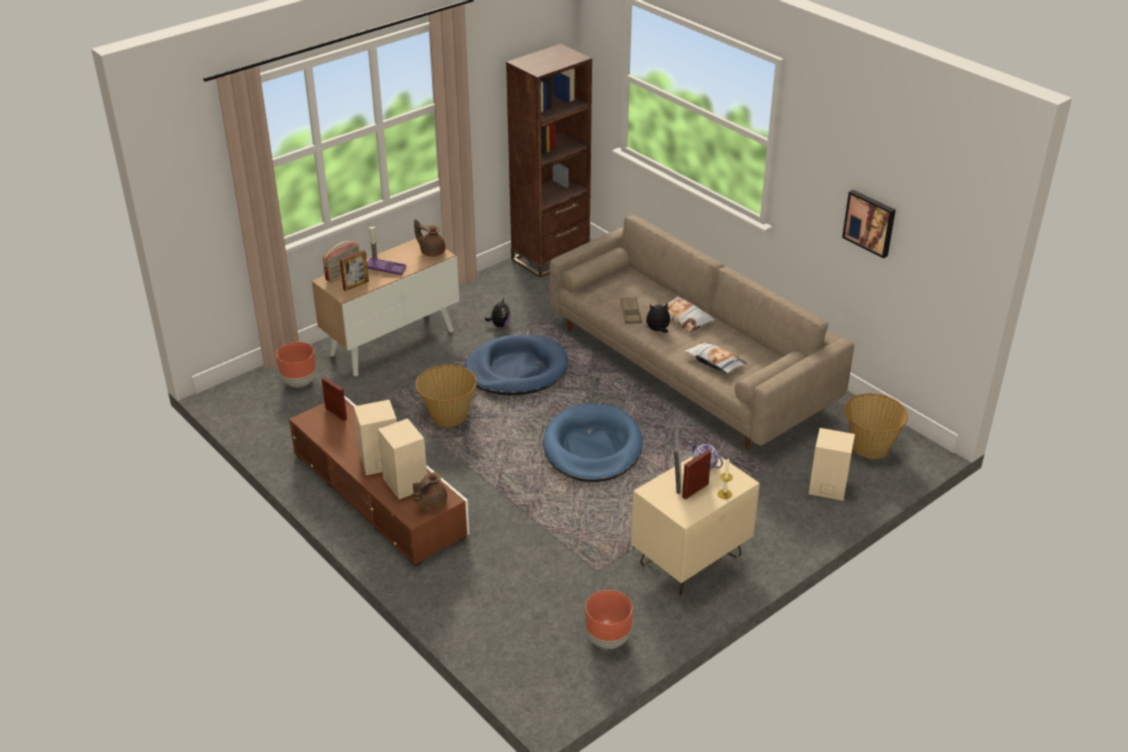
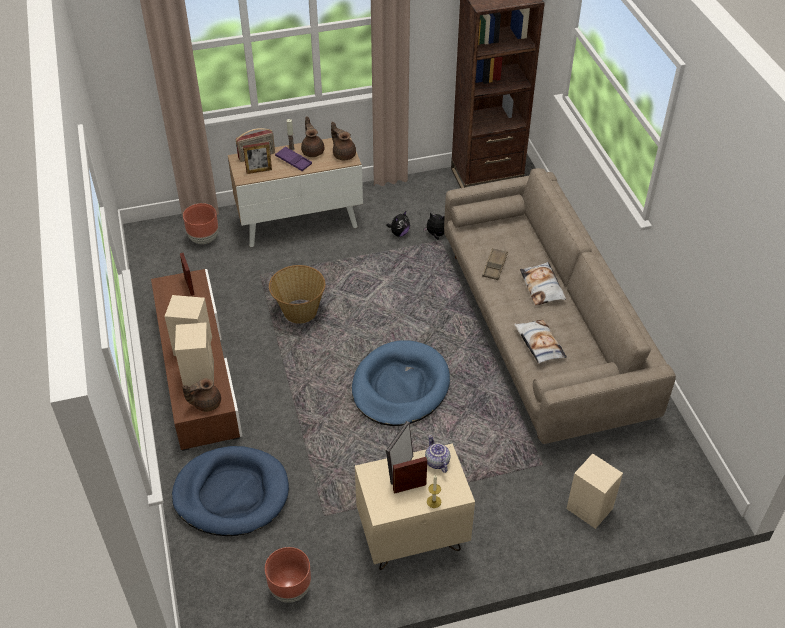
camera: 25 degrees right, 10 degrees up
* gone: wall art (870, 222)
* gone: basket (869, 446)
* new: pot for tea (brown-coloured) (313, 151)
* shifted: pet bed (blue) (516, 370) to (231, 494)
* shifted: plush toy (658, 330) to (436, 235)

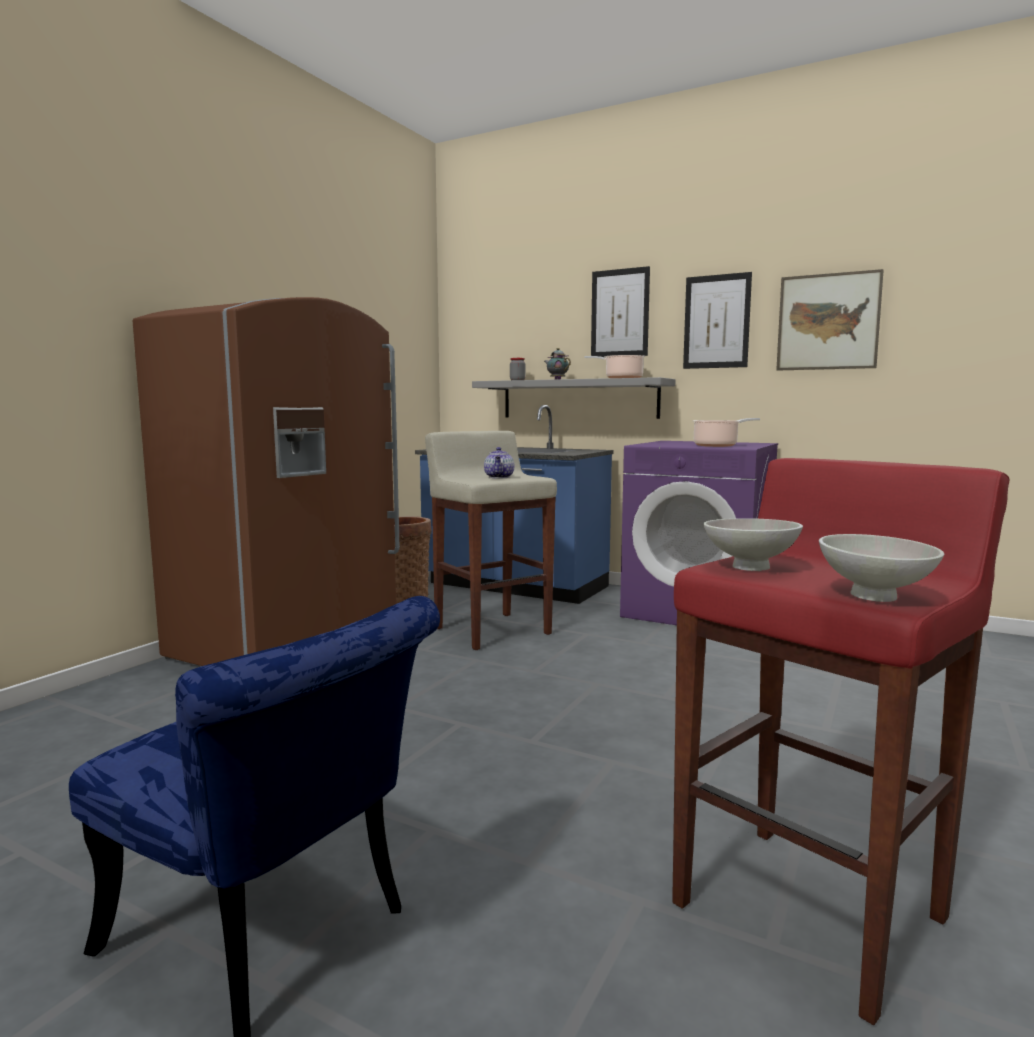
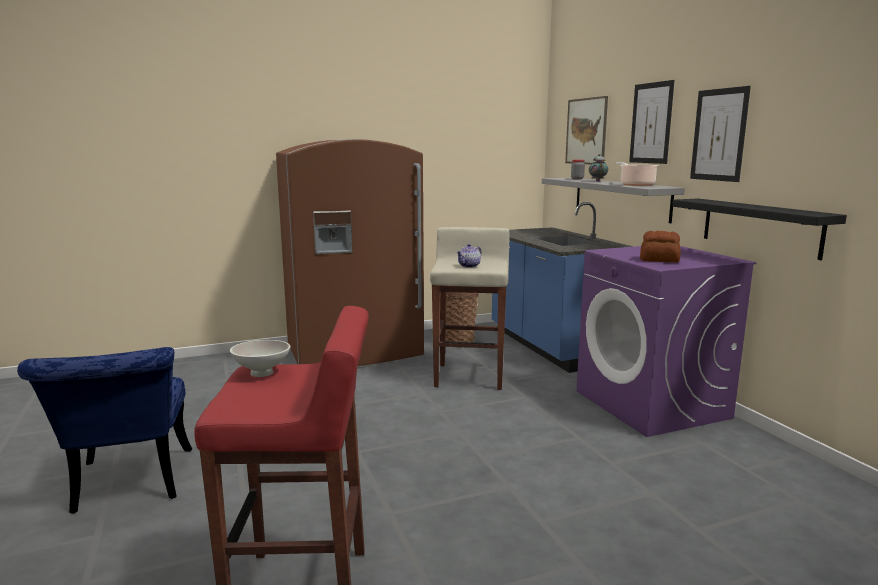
camera: 40 degrees right, 5 degrees up
* gone: bowl (whitish) (877, 596)
* new: wall shelf (black-coloured) (760, 227)
* shifted: wall art (828, 322) to (586, 131)
* swapped: saucepot (718, 445) to baked bread (659, 260)

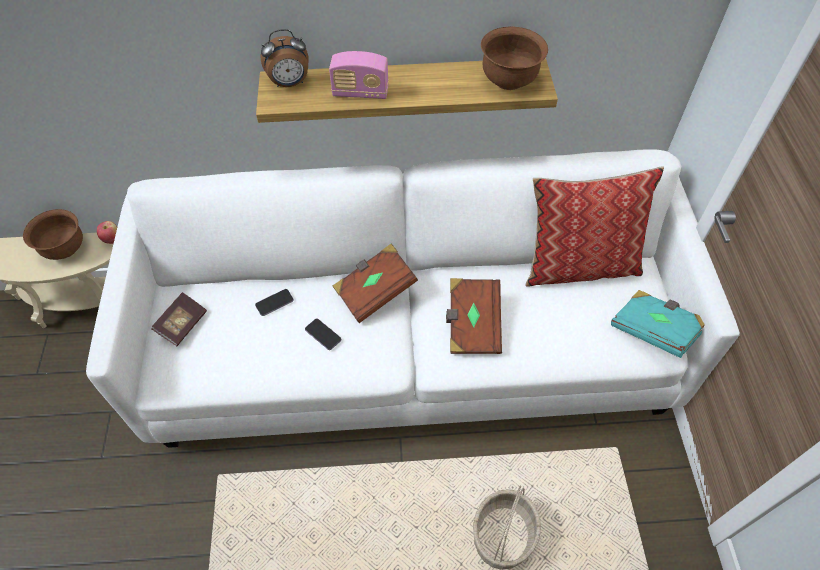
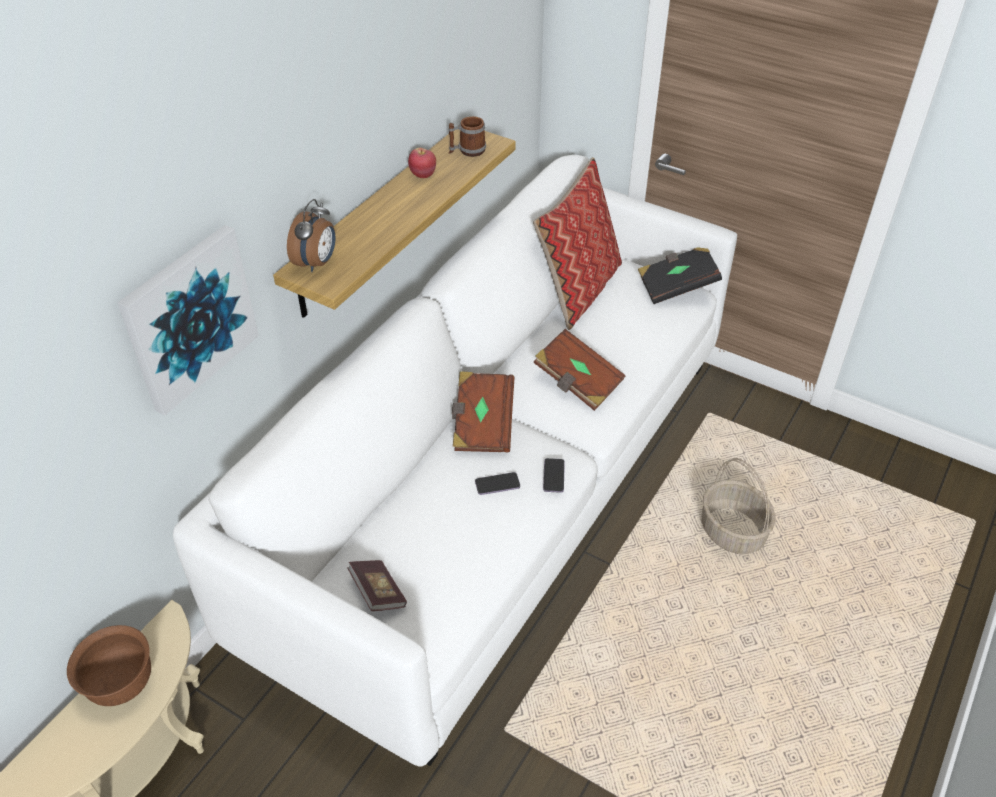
camera: 55 degrees left, 10 degrees down
* gone: radio receiver (360, 92)
* new: wall art (189, 318)
* shifted: apple fruit (112, 239) to (423, 175)
* shifted: phone (274, 303) to (553, 476)
* swapped: bowl (brown-coloured) (509, 80) to coffee mug (467, 151)
* repainted: bound book (blue-green) (654, 330) to bound book (black-coloured) (677, 286)

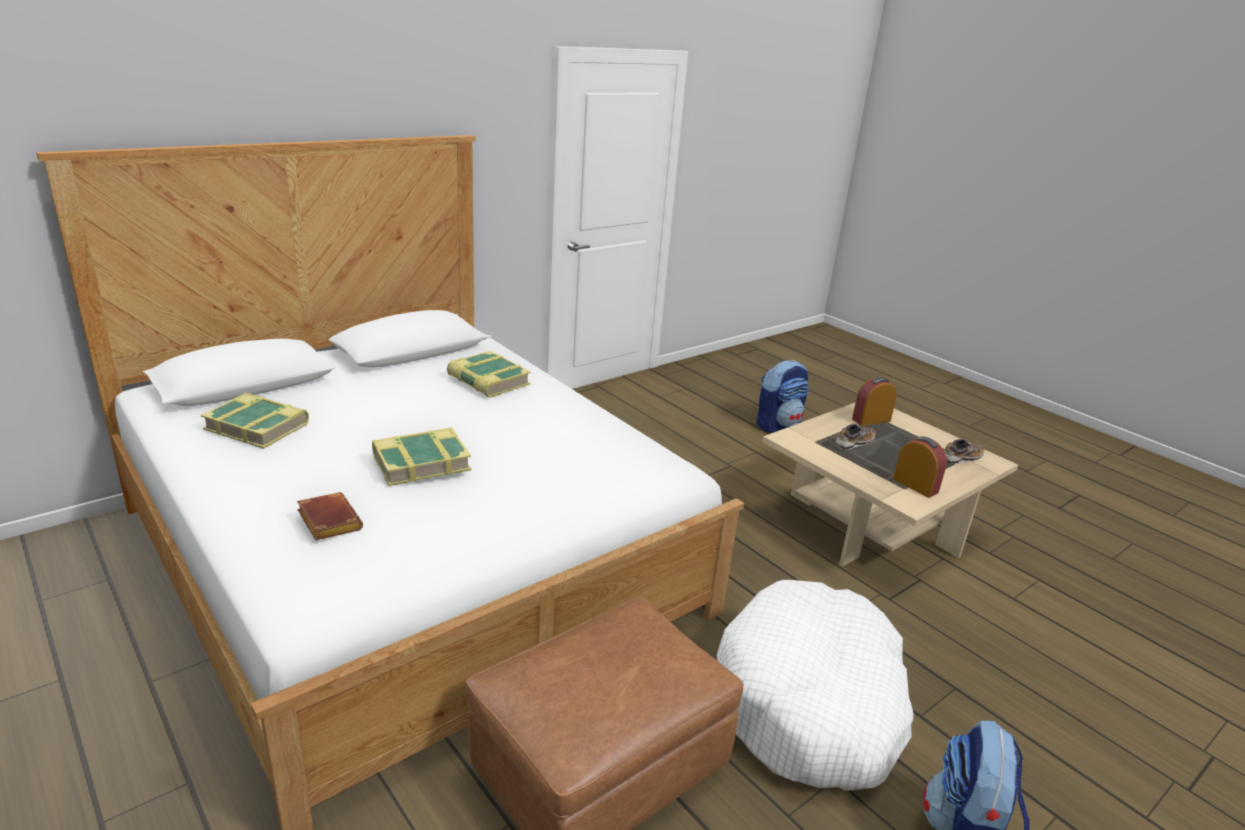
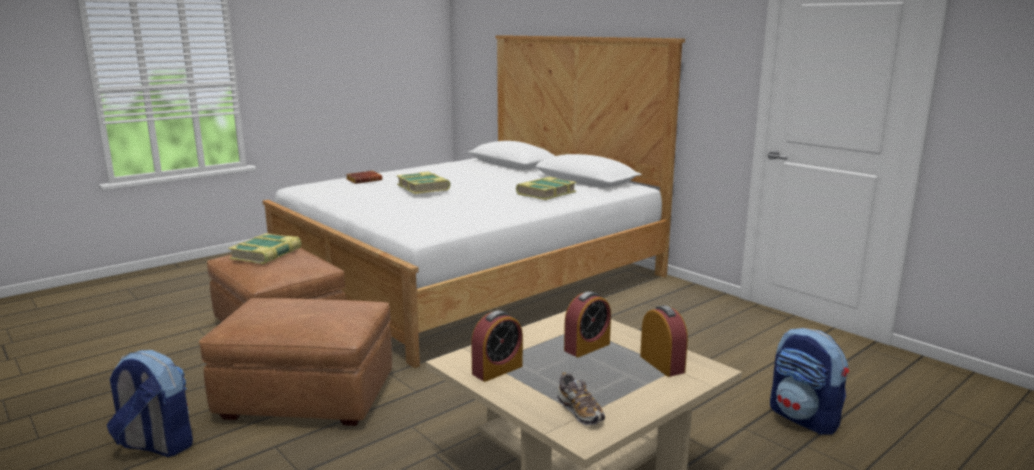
camera: 90 degrees right, 10 degrees down
* shifted: bound book (258, 427) to (267, 254)
* swapped: pet bed (whitish) (810, 702) to ottoman (brown-coloured) (307, 397)
* swapped: low shoe (854, 443) to alarm clock (587, 347)

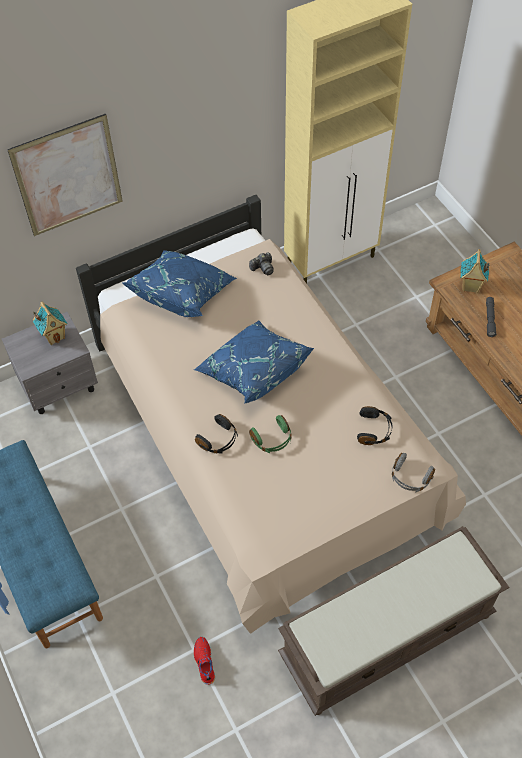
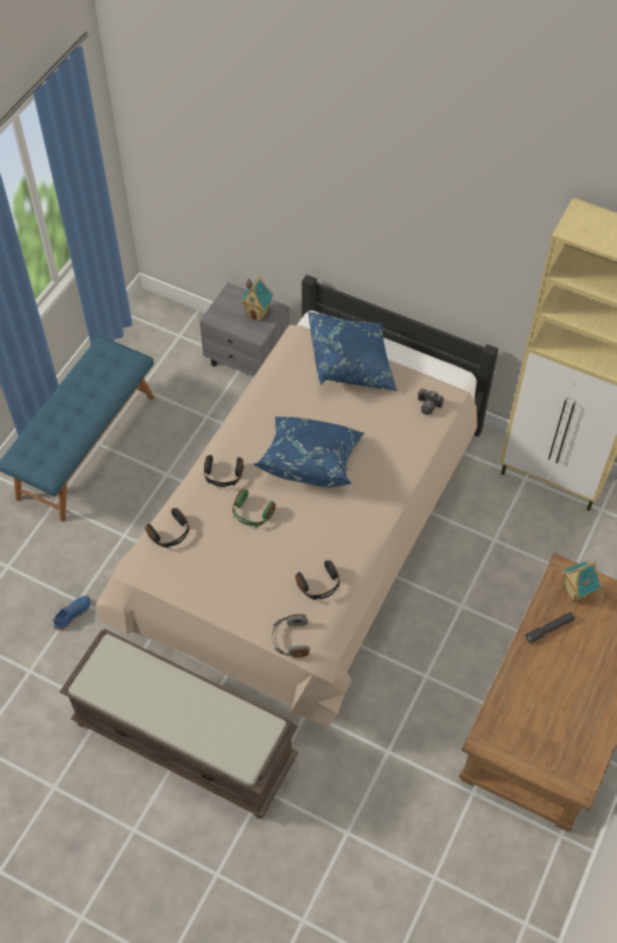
camera: 55 degrees right, 0 degrees up
* gone: wall art (68, 176)
* new: headphones (black-coloured) (170, 534)
* repainted: low shoe (reddish) (204, 662) to low shoe (blue) (72, 614)

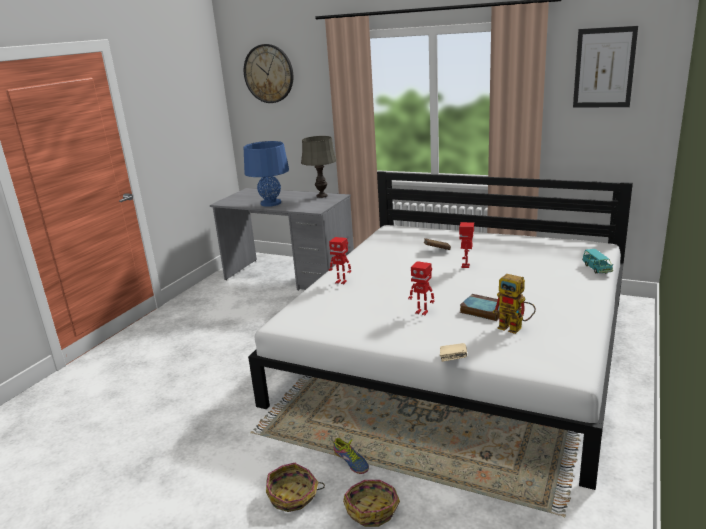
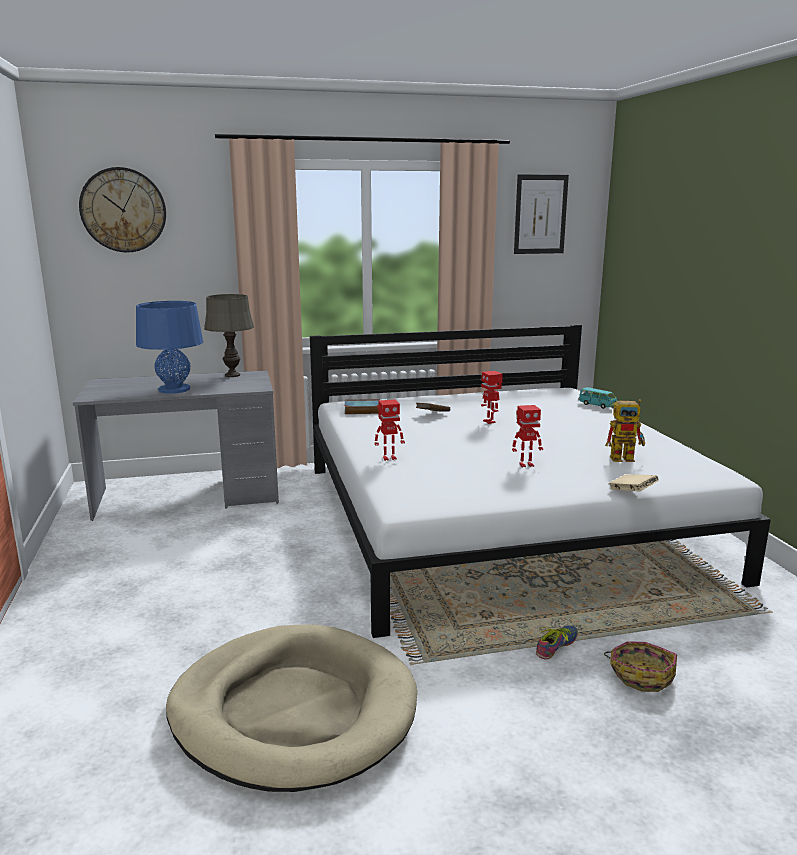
camera: 40 degrees left, 5 degrees down
* gone: basket (293, 496)
* new: pet bed (sand-coloured) (293, 711)
* shifted: bound book (482, 310) to (361, 410)
* rotated: low shoe (350, 462) = (558, 646) 60 degrees counterclockwise

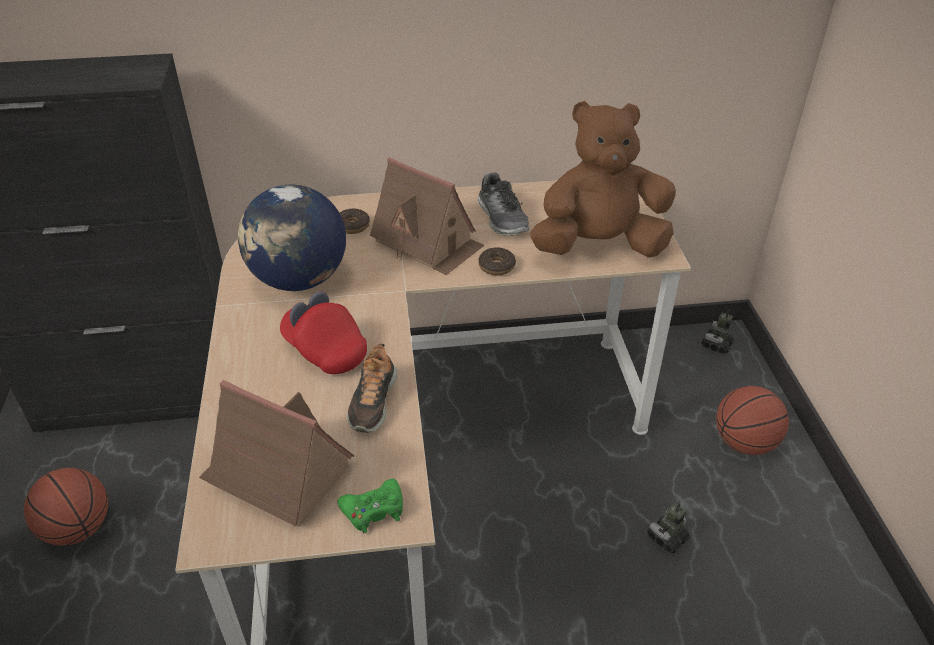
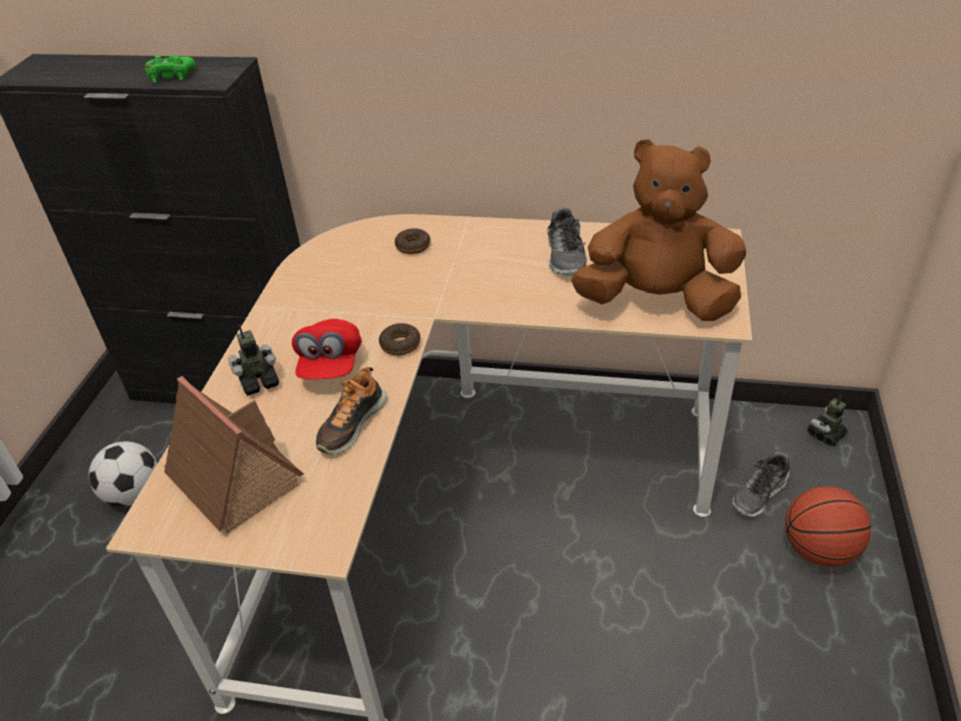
camera: 20 degrees right, 0 degrees up
* gone: globe (299, 280)
* gone: miniature house (427, 243)
* new: low shoe (760, 494)
* shifted: gamepad (greenish) (374, 510) to (171, 76)
* shifted: ring doughnut (496, 266) to (400, 344)
* shifted: robot figure (667, 538) to (259, 382)
* swapped: basketball (78, 528) to football ball (134, 494)
* rotated: peaked cap (reddish) (325, 350) = (330, 365) 150 degrees counterclockwise

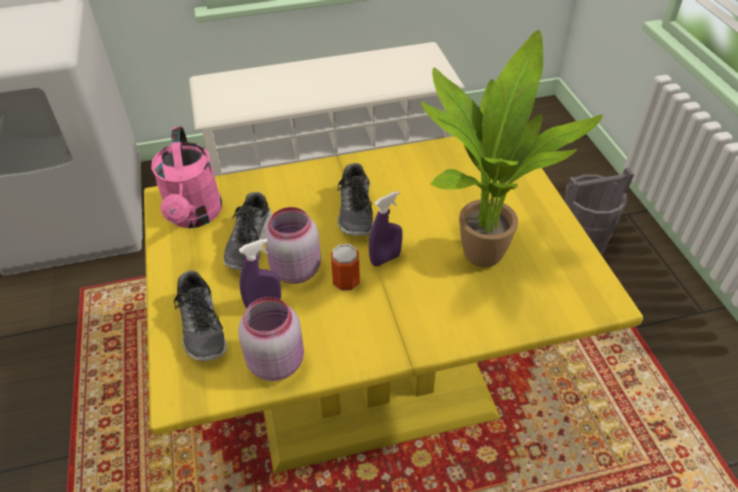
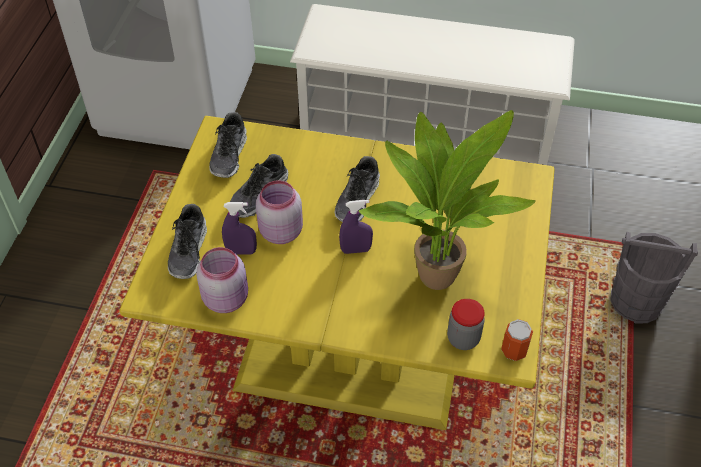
camera: 25 degrees right, 5 degrees up
* new: storage jar (463, 338)
* shifted: sealed can (346, 281) to (514, 350)
* swapped: watering can (pink) (194, 216) to low shoe (229, 155)

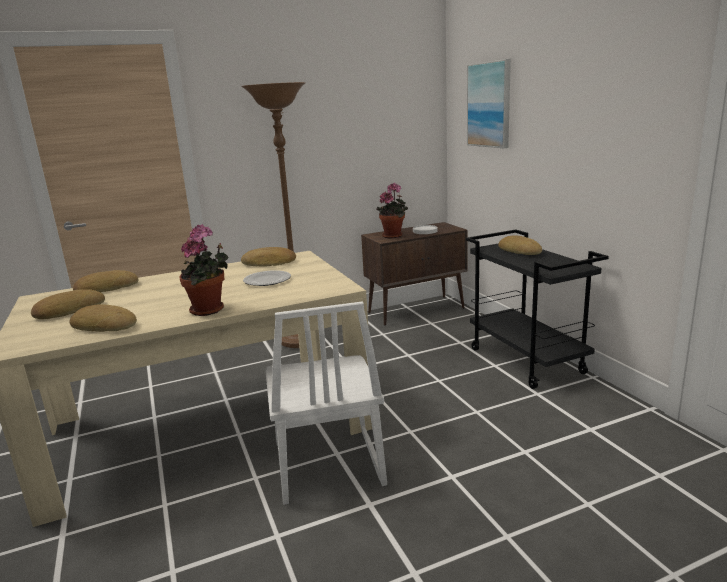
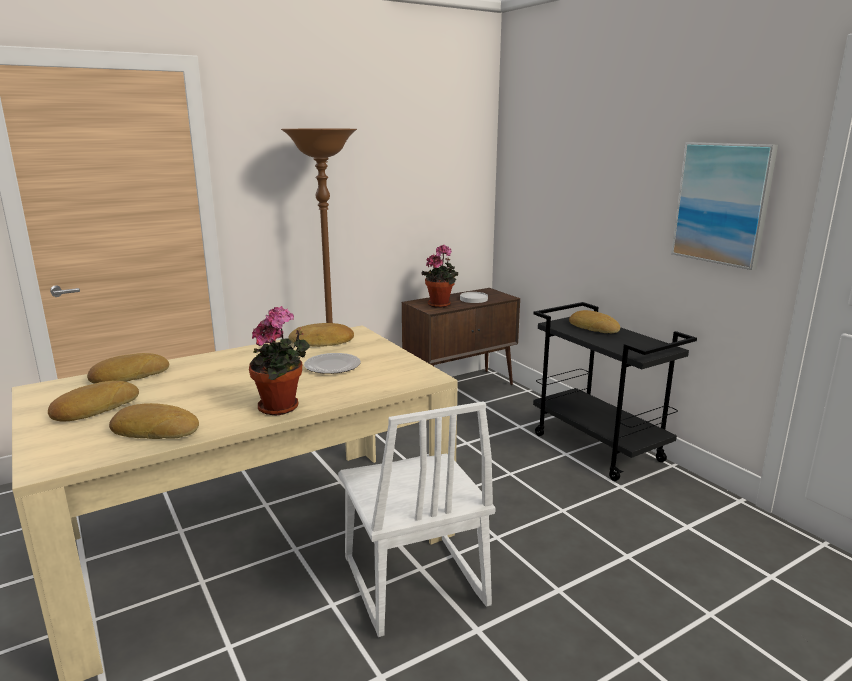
camera: 10 degrees left, 0 degrees up
* shifted: wall art (489, 105) to (722, 203)

